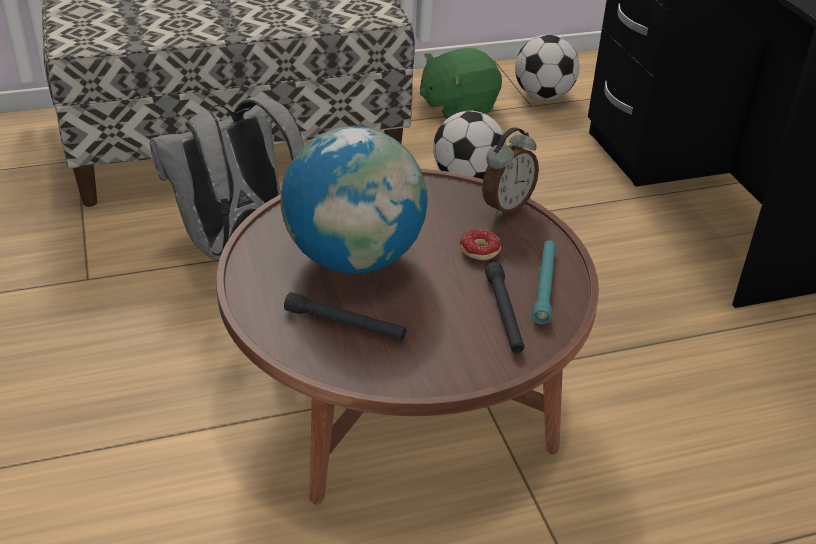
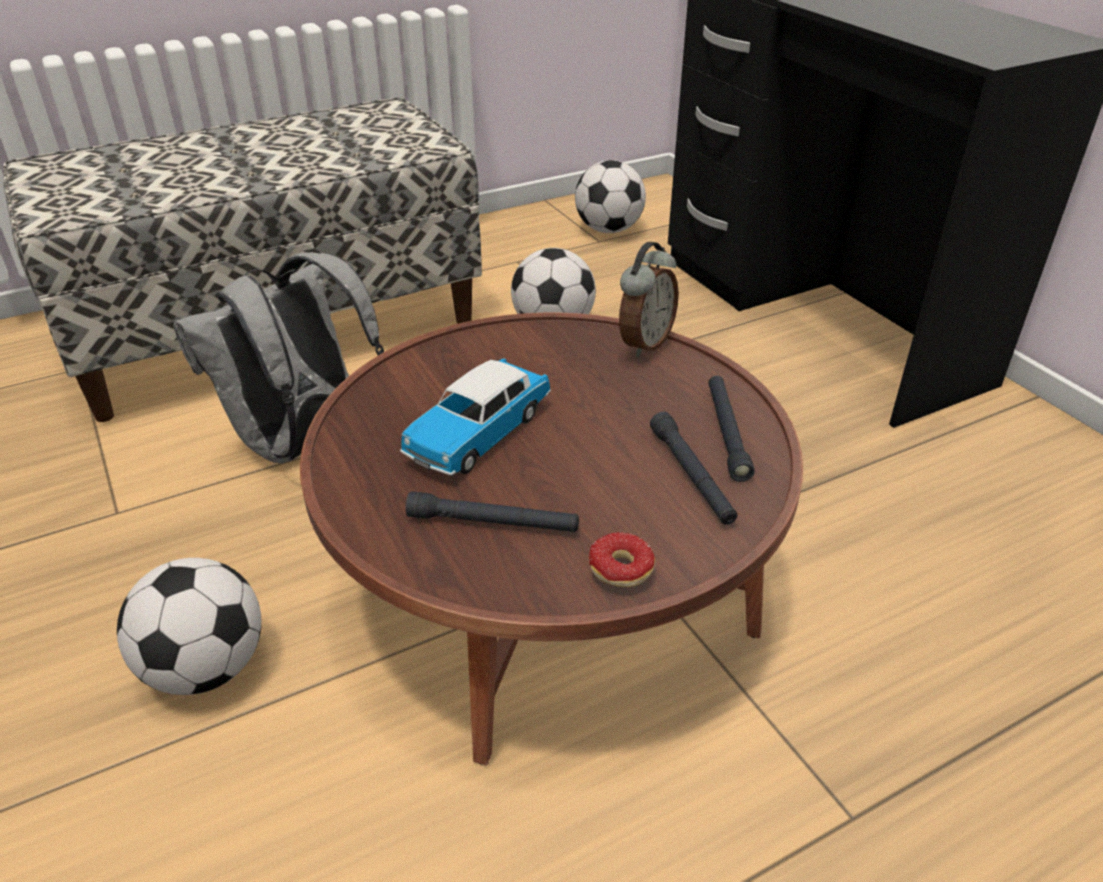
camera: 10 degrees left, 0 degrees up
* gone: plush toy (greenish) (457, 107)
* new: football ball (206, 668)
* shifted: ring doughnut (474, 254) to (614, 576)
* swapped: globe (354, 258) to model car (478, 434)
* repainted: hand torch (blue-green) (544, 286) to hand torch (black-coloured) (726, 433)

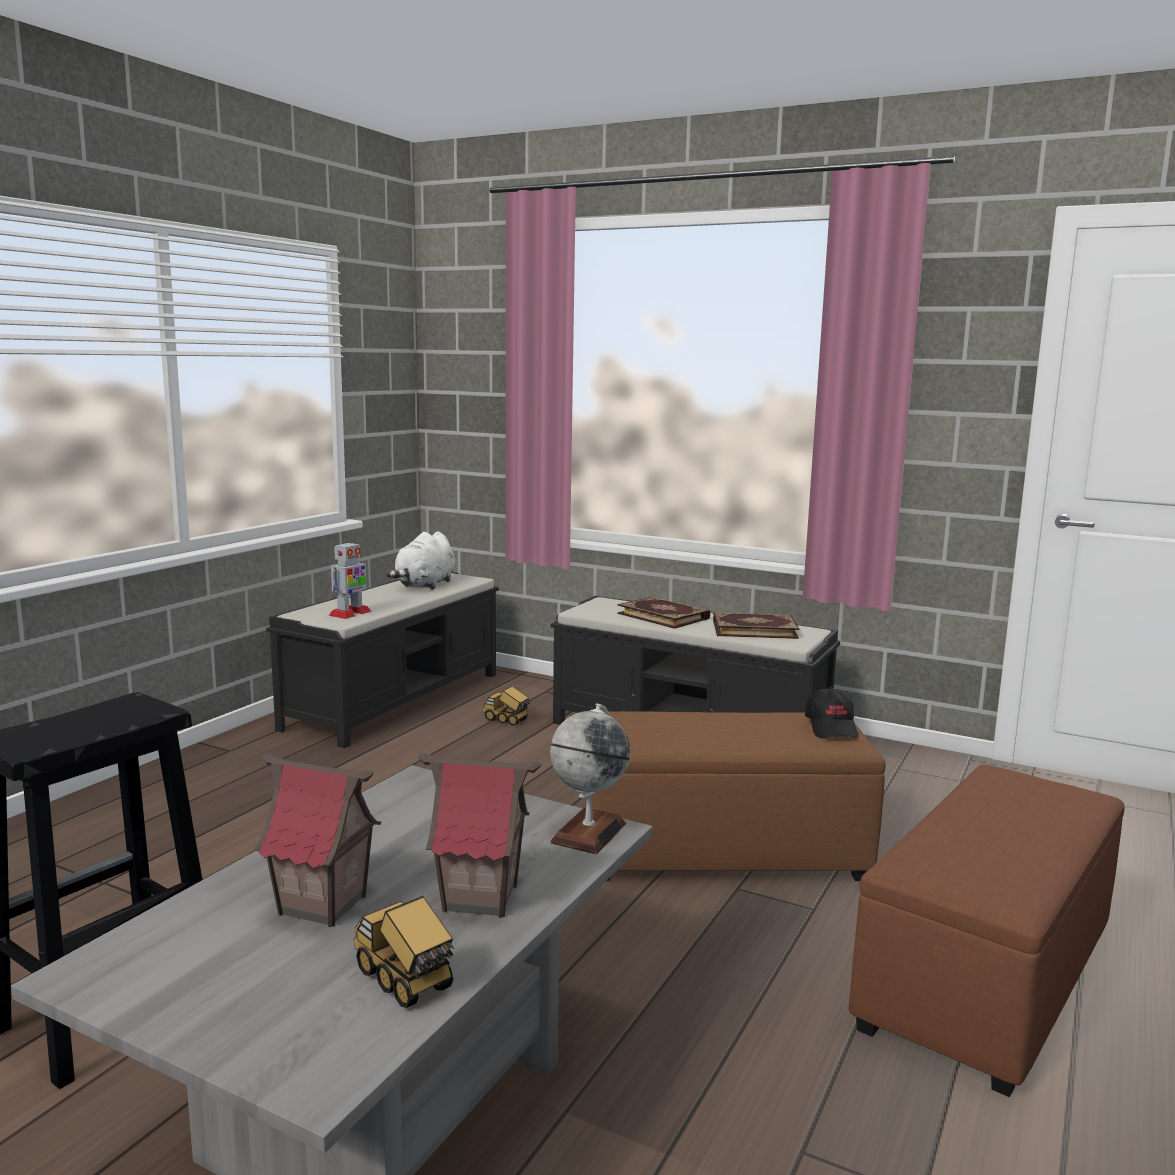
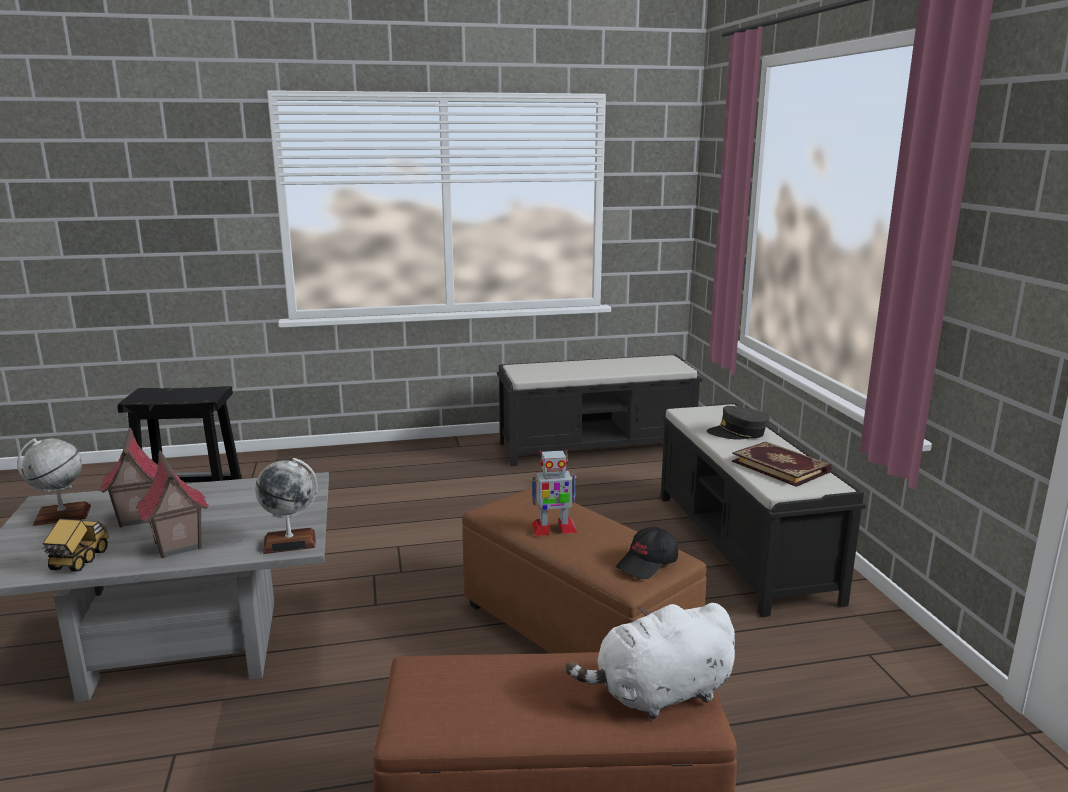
camera: 50 degrees right, 5 degrees up
* gone: model truck (507, 720)
* new: globe (62, 515)
* shifted: robot figure (350, 613) to (553, 528)
* shifted: plush toy (whitish) (425, 585) to (659, 695)
* swapped: bound book (664, 616) to peaked cap (gray) (738, 433)

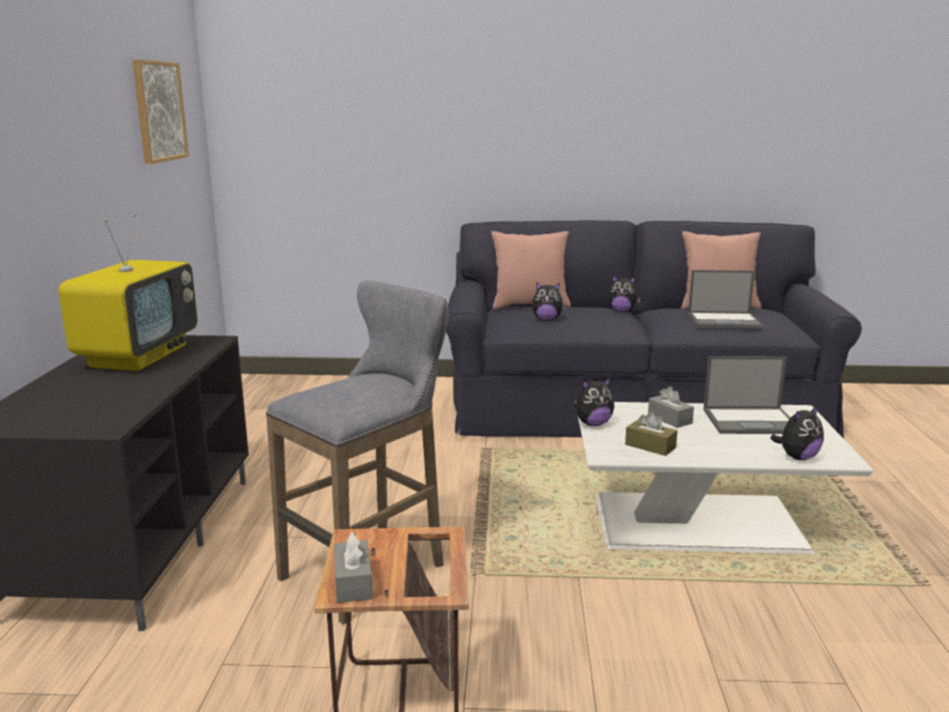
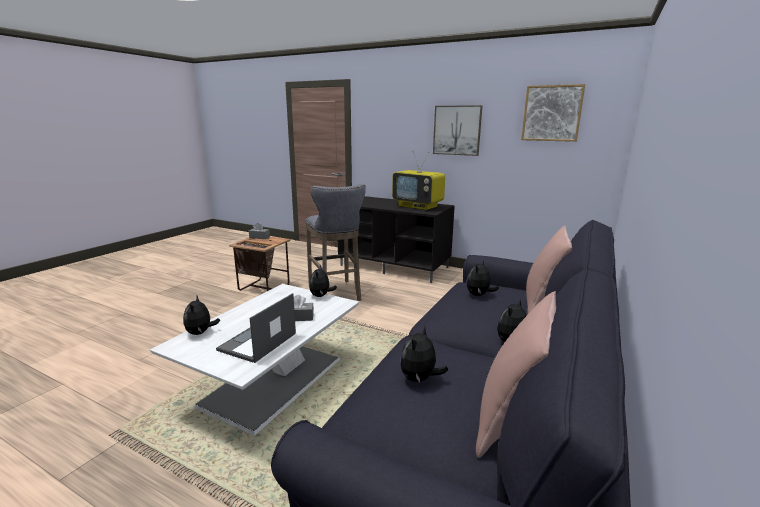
camera: 115 degrees right, 0 degrees up
* gone: tissue box (brown-coloured) (650, 446)
* new: wall art (457, 130)
* swapped: portable computer (725, 321) to plush toy (420, 379)

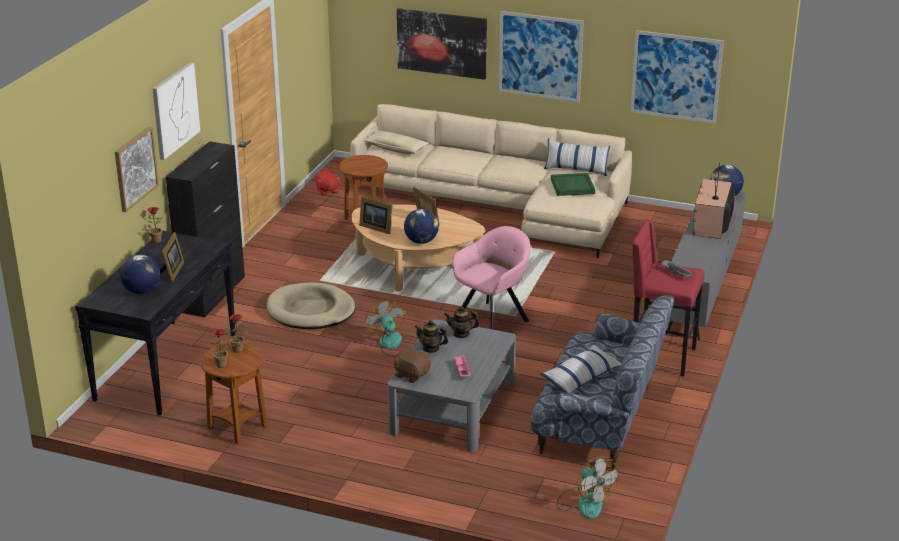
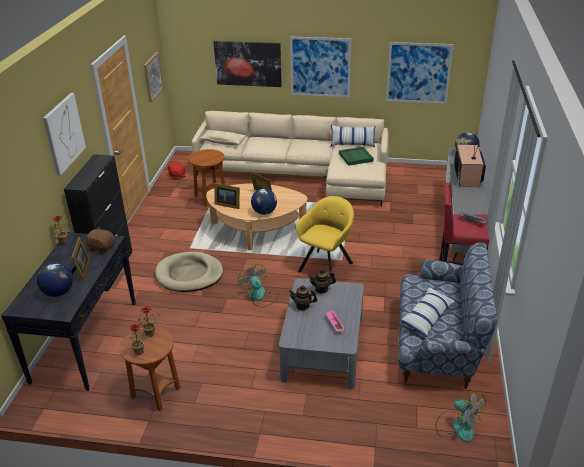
camera: 10 degrees left, 5 degrees up
* shifted: wall art (135, 168) to (152, 76)
* shifted: plush toy (brown-coloured) (412, 375) to (101, 248)
* repainted: easy chair (pink) (493, 320) to easy chair (yellow-coloured) (327, 265)

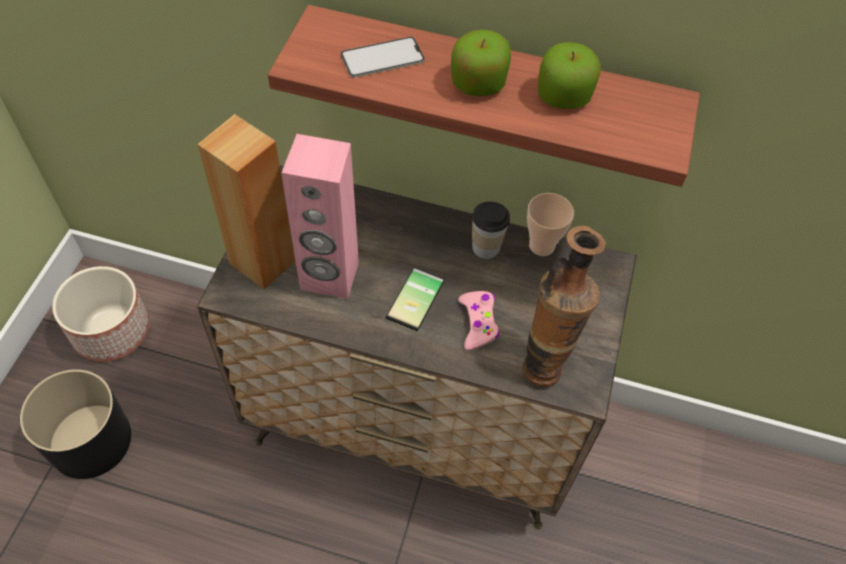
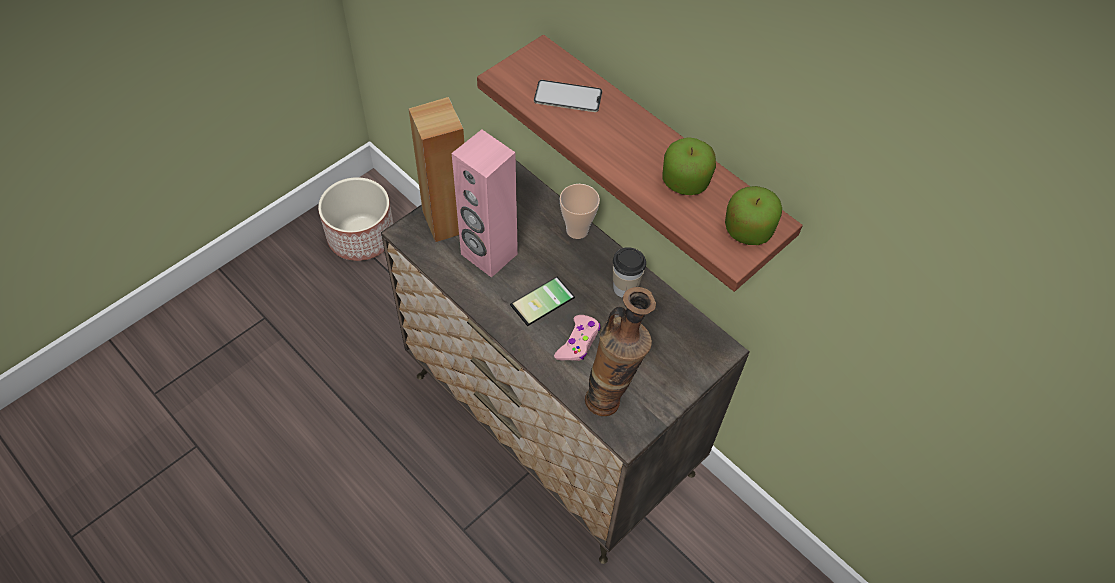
camera: 30 degrees right, 0 degrees up
* gone: plant pot (black-coloured) (91, 440)
* shifted: apple fruit (478, 83) to (748, 230)
* shifted: cup (541, 246) to (577, 230)

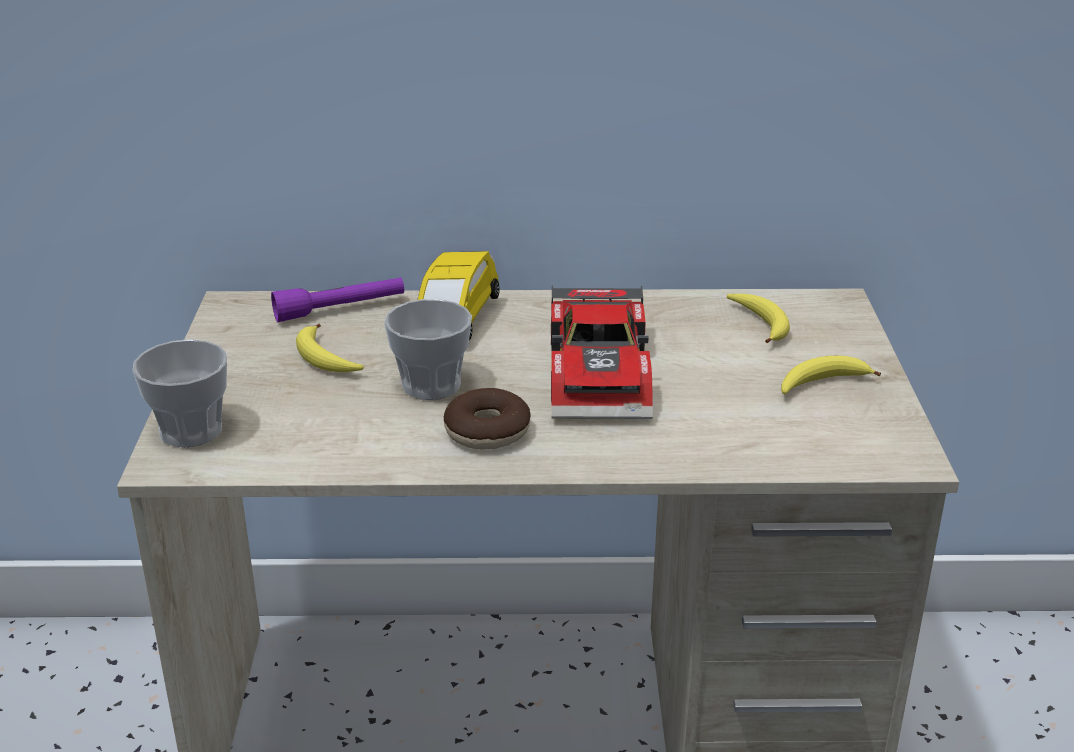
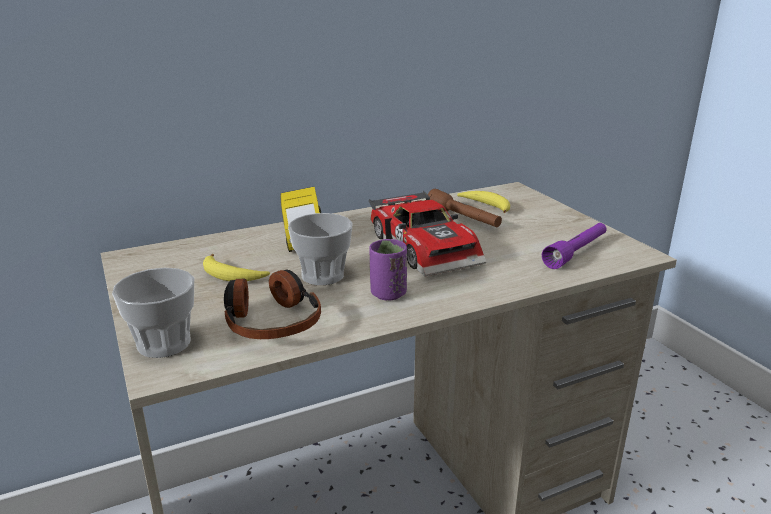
camera: 25 degrees left, 5 degrees down
* gone: banana fruit (821, 384)
* new: headphones (271, 320)
* new: hand torch (brown-coloured) (463, 219)
* shifted: hand torch (purple) (340, 309) to (576, 253)
* swapped: ring doughnut (487, 431) to cup (purple) (388, 294)

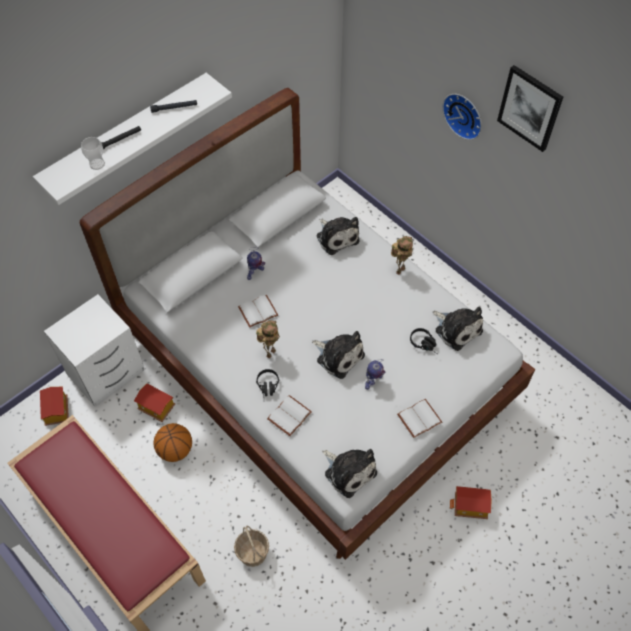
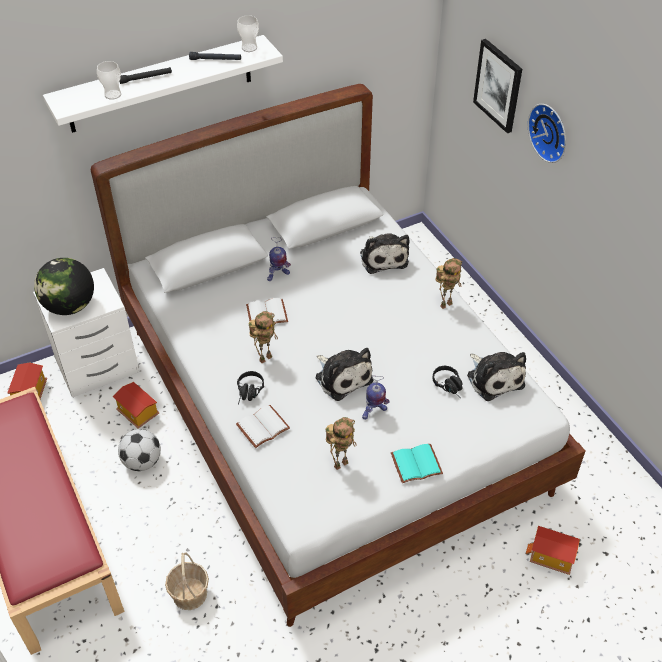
camera: 15 degrees right, 10 degrees down
* gone: plush toy (348, 471)
* new: globe (70, 306)
* new: cup (249, 48)
* new: robot figure (341, 463)
* shifted: miniature house (470, 507) to (551, 558)
* shifted: wall art (530, 108) to (498, 85)
* swapped: basketball (175, 450) to football ball (142, 461)
* repainted: bound book (whitish) (419, 417) to bound book (blue-green) (416, 463)

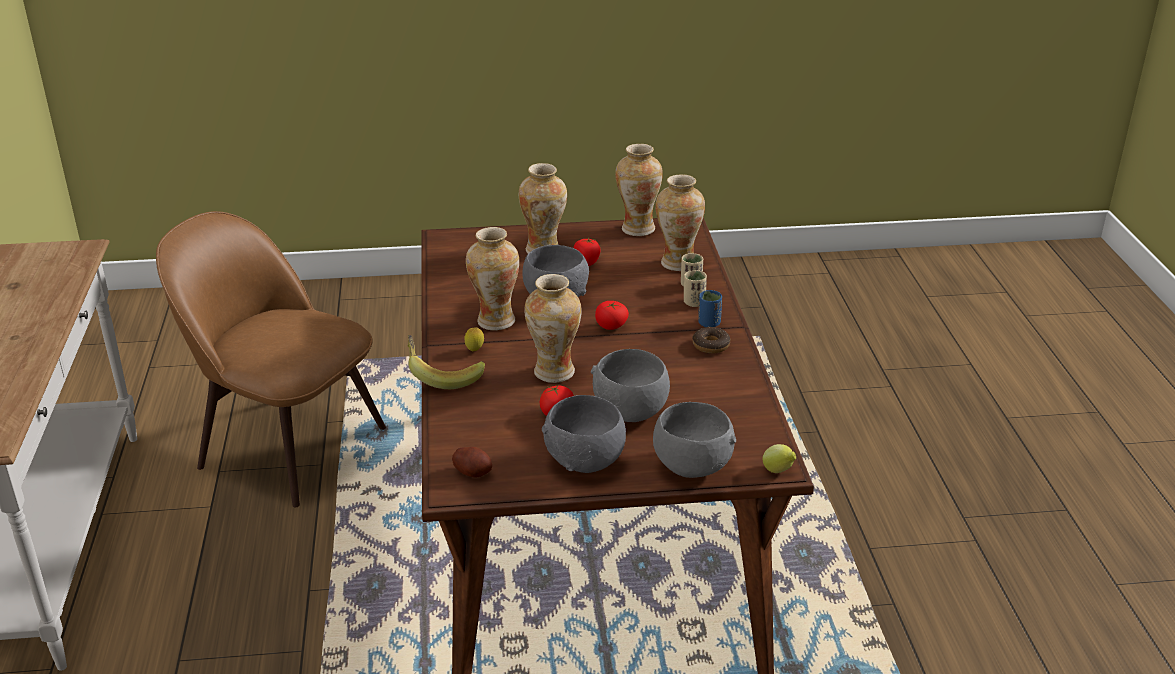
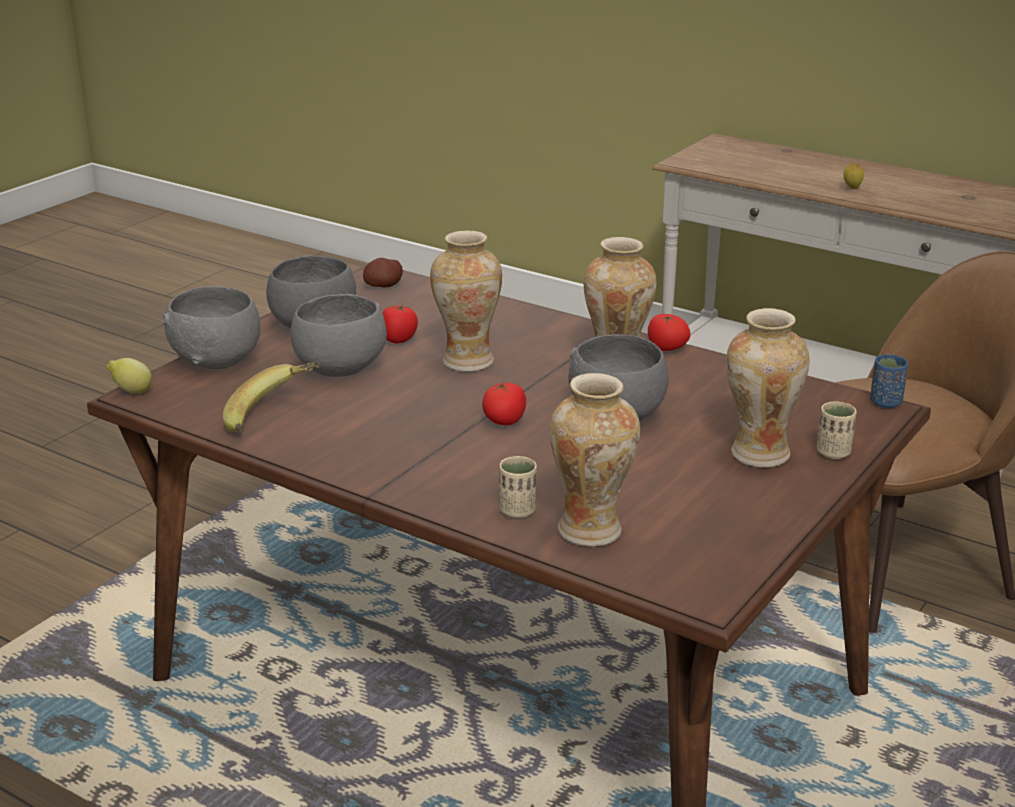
camera: 130 degrees right, 5 degrees down
* gone: flower vase (637, 228)
* gone: ring doughnut (711, 345)
* shifted: banana fruit (443, 375) to (274, 417)
* shifted: lemon (474, 350) to (852, 188)
* shifted: tomato (586, 262) to (666, 348)
* shifted: cup (sand-coloured) (694, 303) to (833, 453)
* shifted: cup (blue) (709, 323) to (885, 402)

